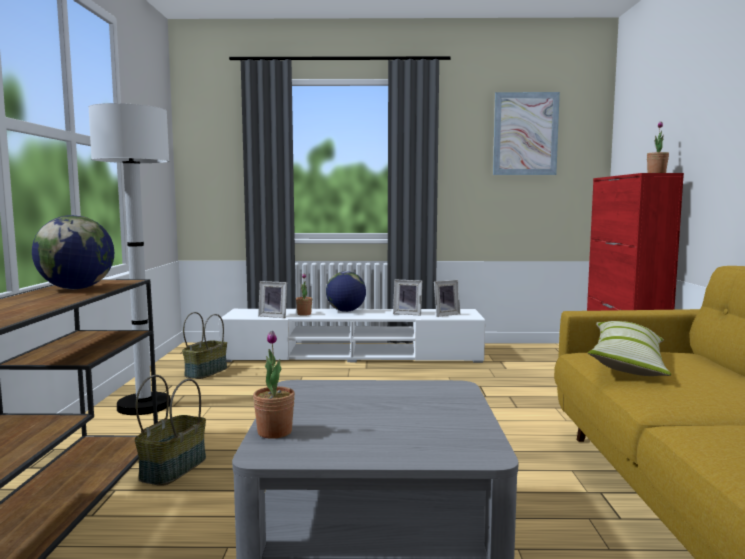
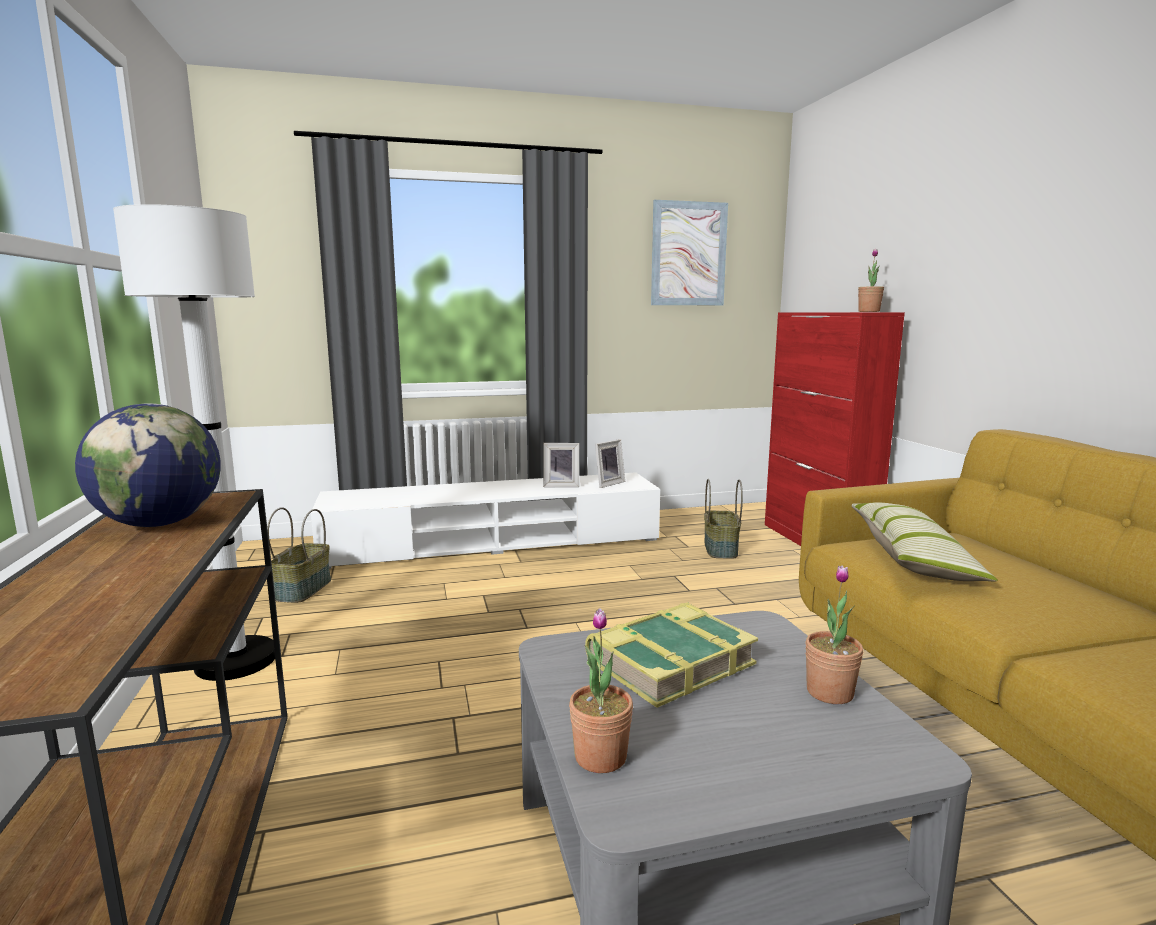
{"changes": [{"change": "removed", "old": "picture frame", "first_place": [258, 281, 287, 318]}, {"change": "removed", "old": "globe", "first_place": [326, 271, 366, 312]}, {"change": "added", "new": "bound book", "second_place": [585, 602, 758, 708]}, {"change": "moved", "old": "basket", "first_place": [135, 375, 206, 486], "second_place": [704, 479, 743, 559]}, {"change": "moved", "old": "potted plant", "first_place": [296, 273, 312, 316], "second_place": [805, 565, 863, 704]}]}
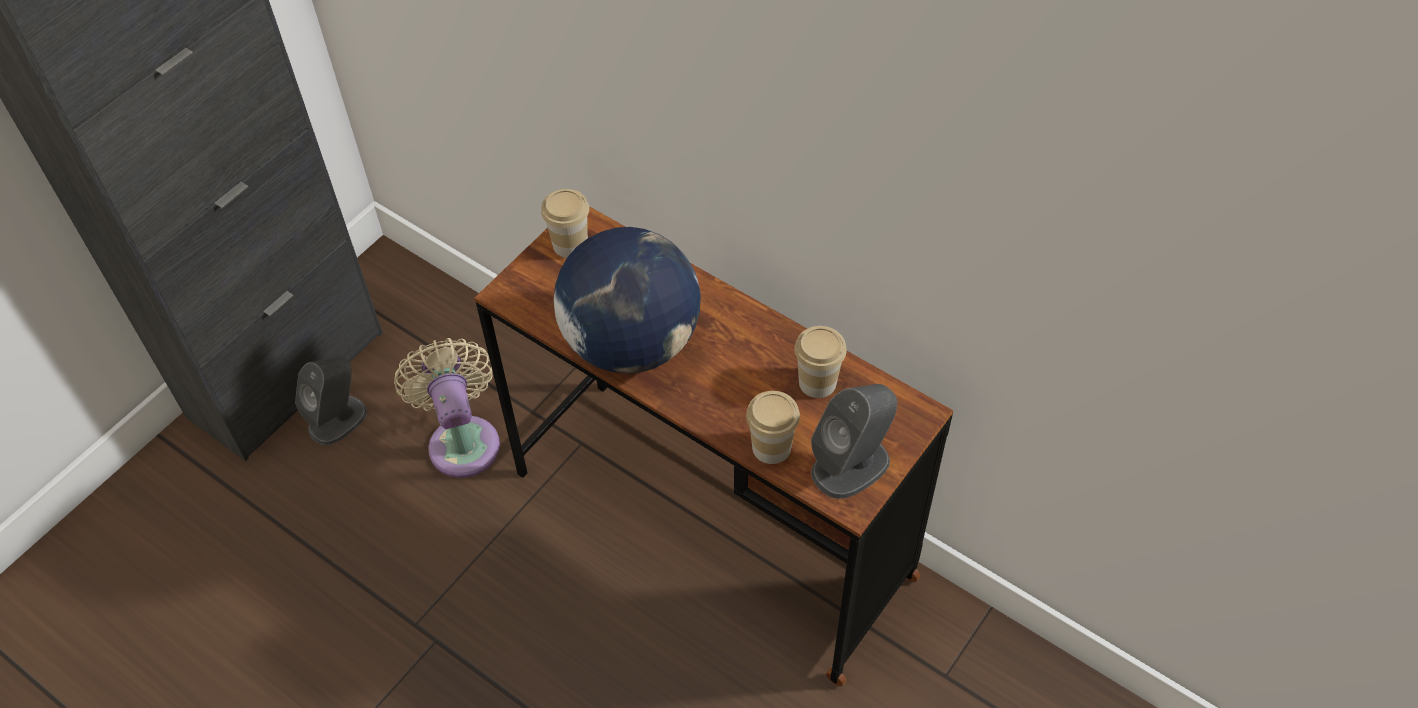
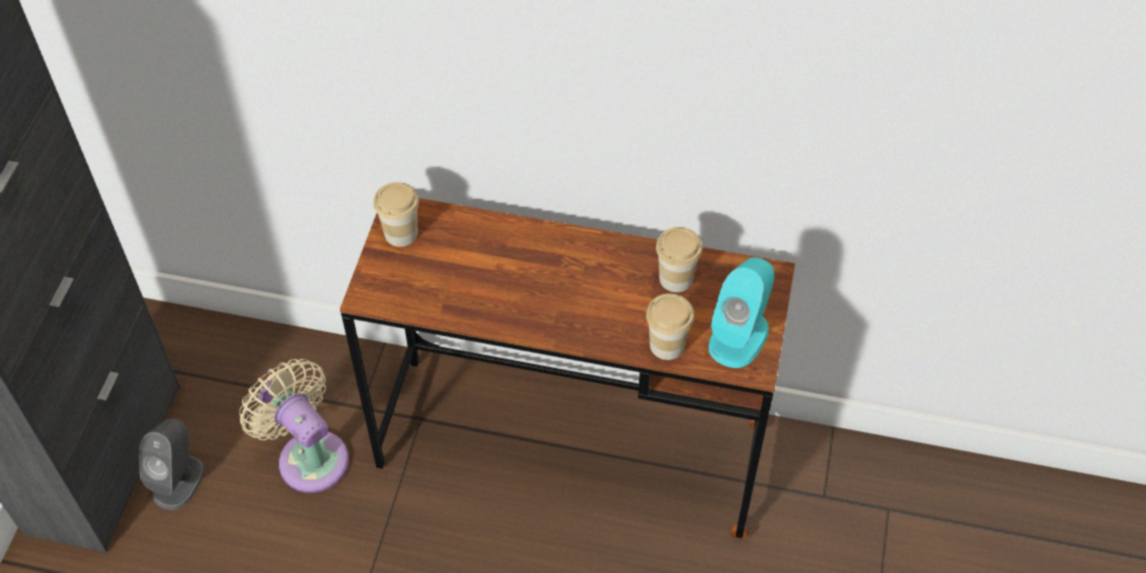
{"changes": [{"change": "removed", "old": "globe", "first_place": [554, 227, 701, 374]}, {"change": "recoloured", "old": "speaker/gray", "new": "speaker/turquoise-coloured", "first_place": [811, 384, 897, 499], "second_place": [709, 257, 774, 368]}]}
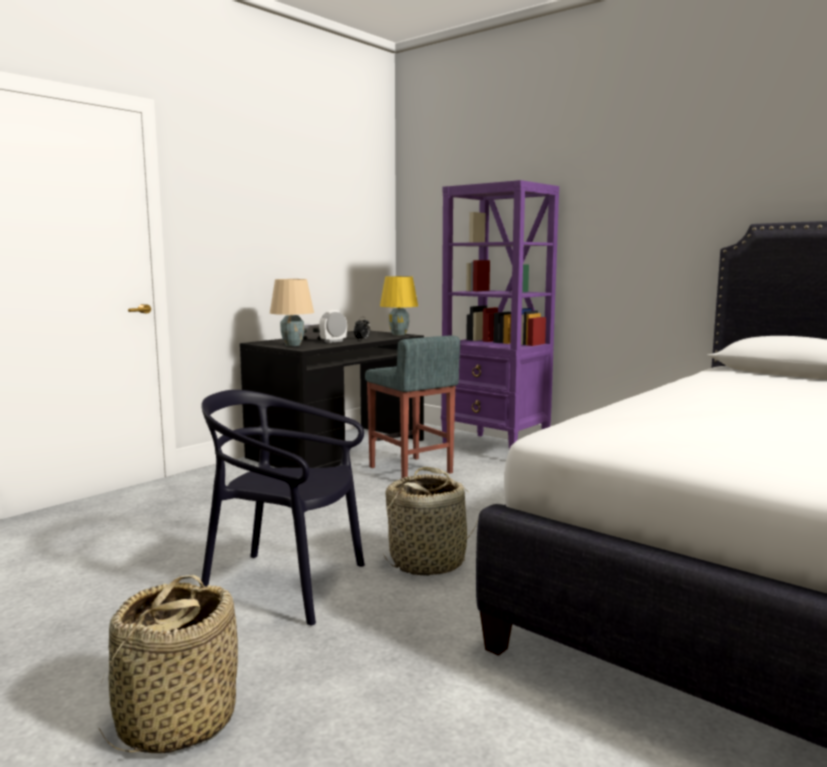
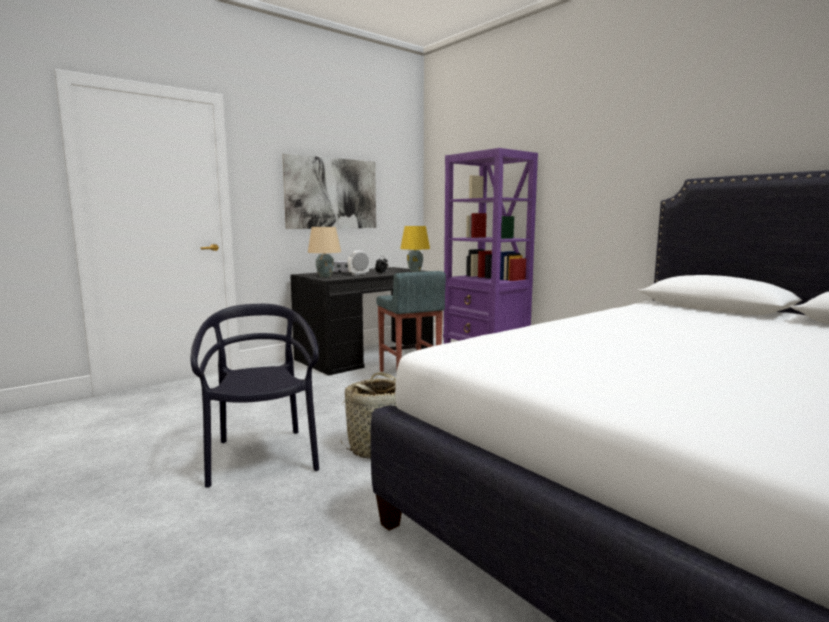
{"changes": [{"change": "removed", "old": "basket", "first_place": [98, 574, 238, 753]}, {"change": "added", "new": "wall picture", "second_place": [282, 154, 376, 229]}, {"change": "turned", "old": "upright chair/black", "first_place": [201, 390, 365, 625], "second_place": [190, 304, 319, 488], "degrees": 45}]}
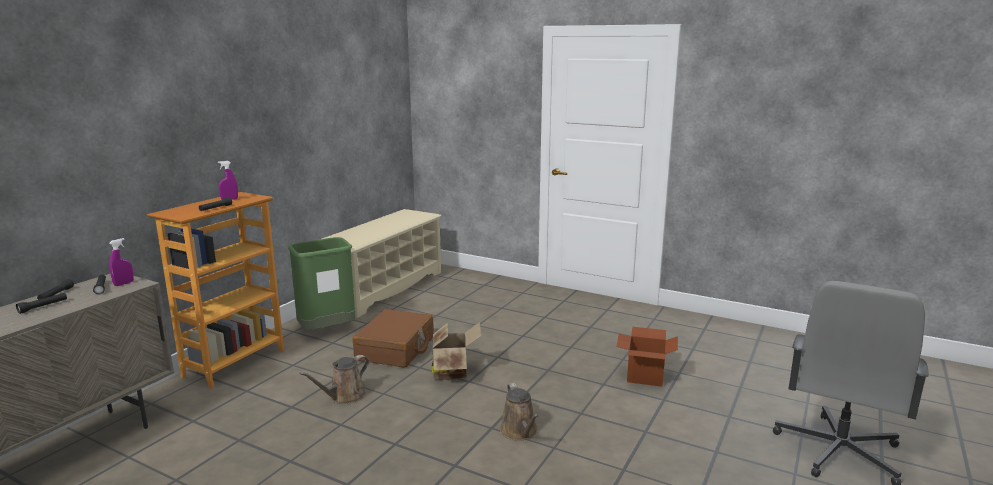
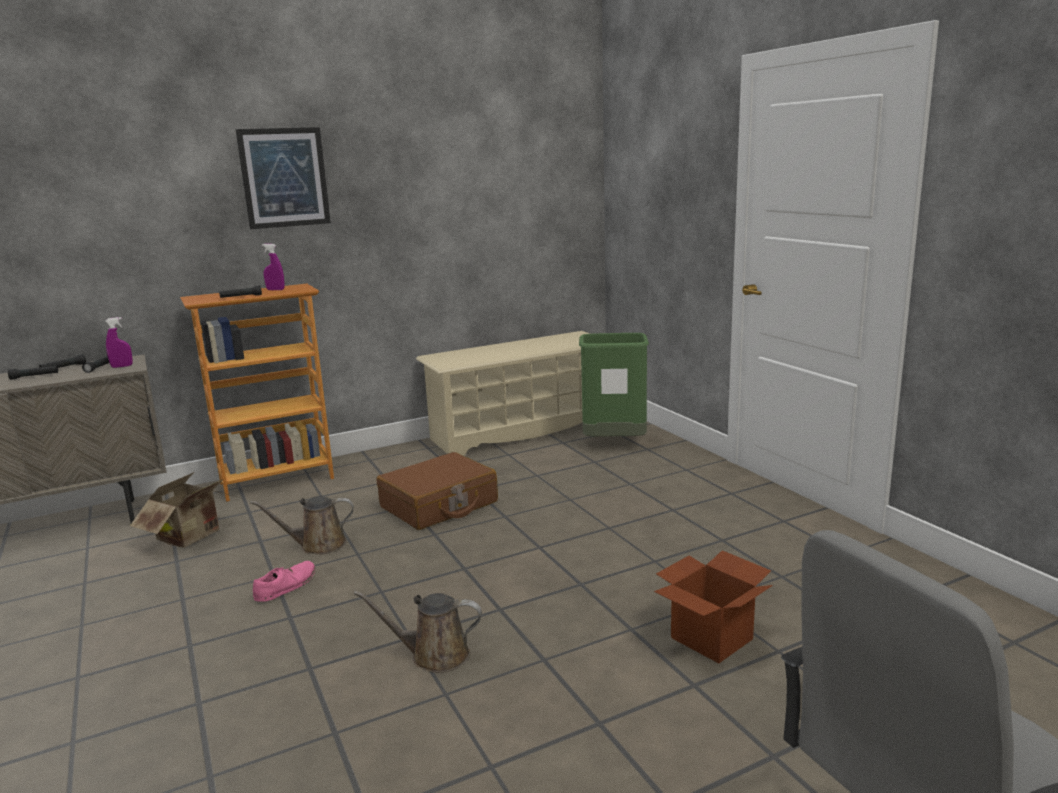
{"changes": [{"change": "added", "new": "wall picture", "second_place": [235, 127, 331, 229]}, {"change": "added", "new": "low shoe/pink-coloured", "second_place": [253, 561, 316, 602]}, {"change": "moved", "old": "rubbish bin/greenish", "first_place": [288, 237, 356, 330], "second_place": [579, 333, 649, 437]}, {"change": "moved", "old": "carton", "first_place": [432, 322, 482, 380], "second_place": [130, 472, 232, 548]}, {"change": "turned", "old": "watering can/brownish", "first_place": [500, 383, 539, 441], "second_place": [353, 591, 482, 673], "degrees": 75}]}
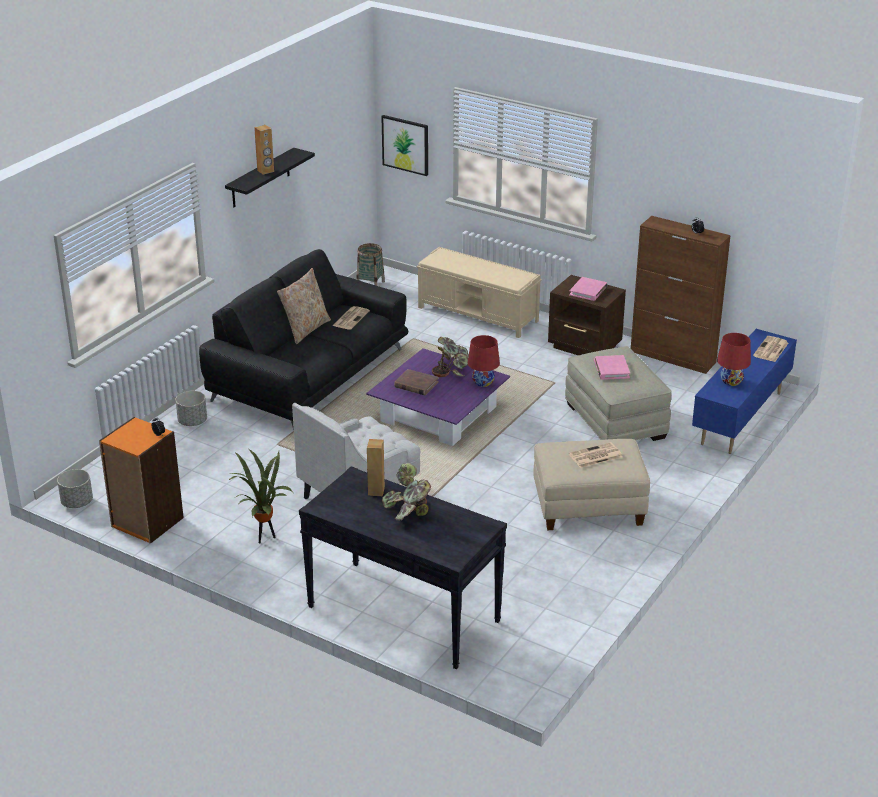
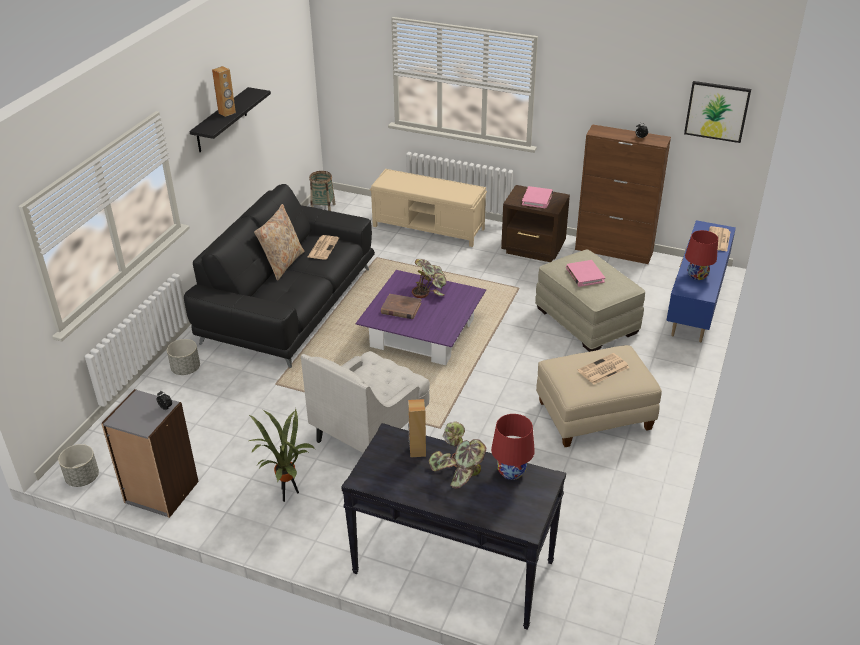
{"changes": [{"change": "moved", "old": "wall picture", "first_place": [381, 115, 428, 176], "second_place": [684, 81, 751, 143]}, {"change": "moved", "old": "table lamp/reddish", "first_place": [468, 335, 500, 387], "second_place": [491, 414, 535, 480]}, {"change": "recoloured", "old": "bookshelf/orange-coloured", "new": "bookshelf/gray", "first_place": [99, 417, 184, 544], "second_place": [101, 389, 199, 518]}]}
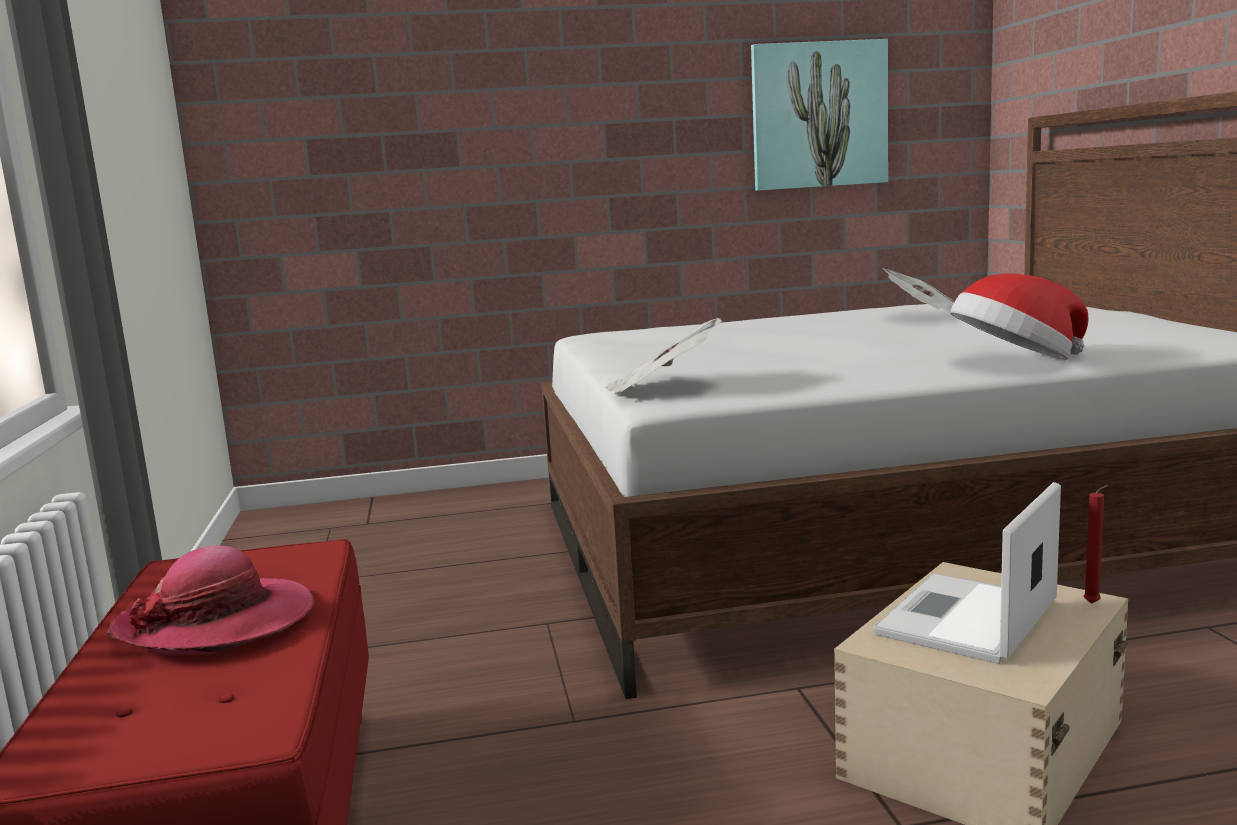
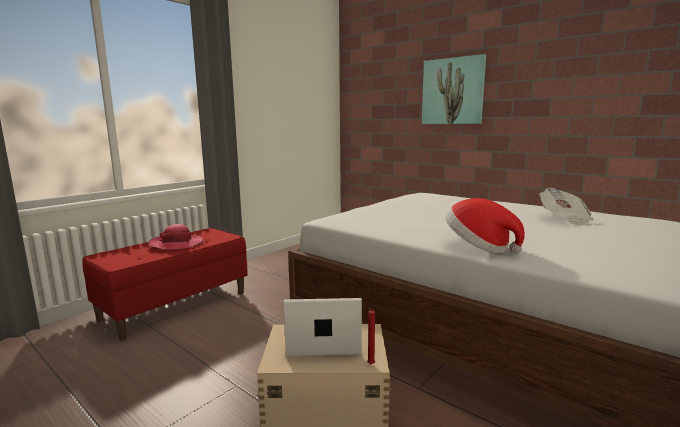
{"changes": [{"change": "removed", "old": "newspaper", "first_place": [605, 318, 722, 393]}, {"change": "moved", "old": "wall picture", "first_place": [751, 39, 888, 191], "second_place": [422, 54, 486, 124]}]}
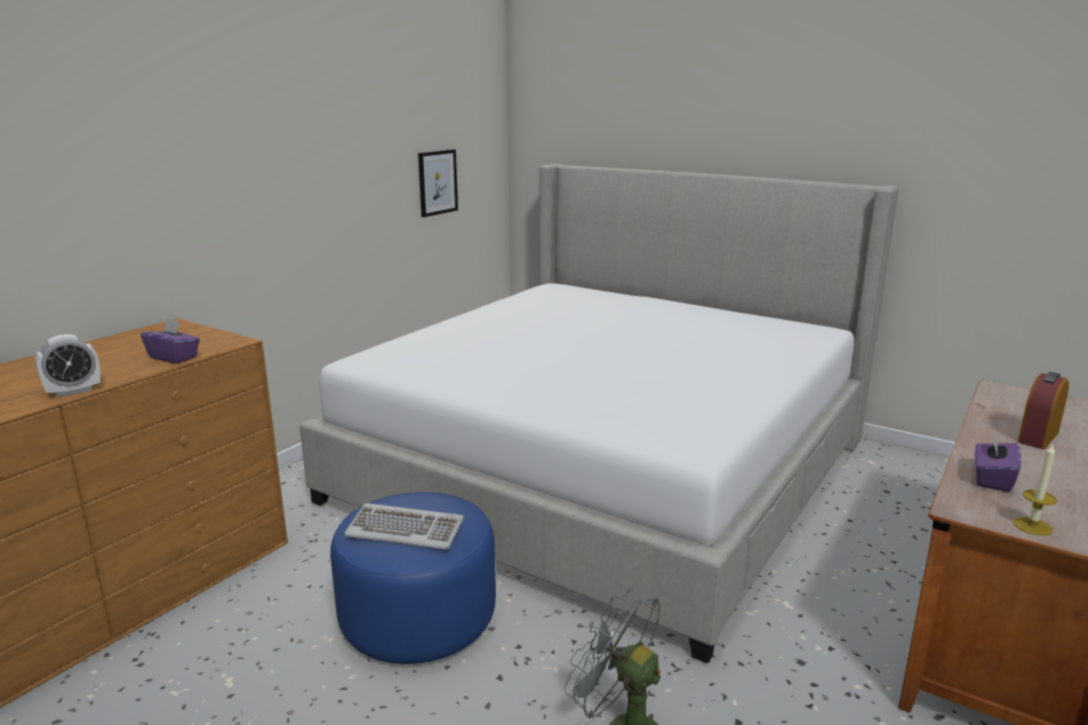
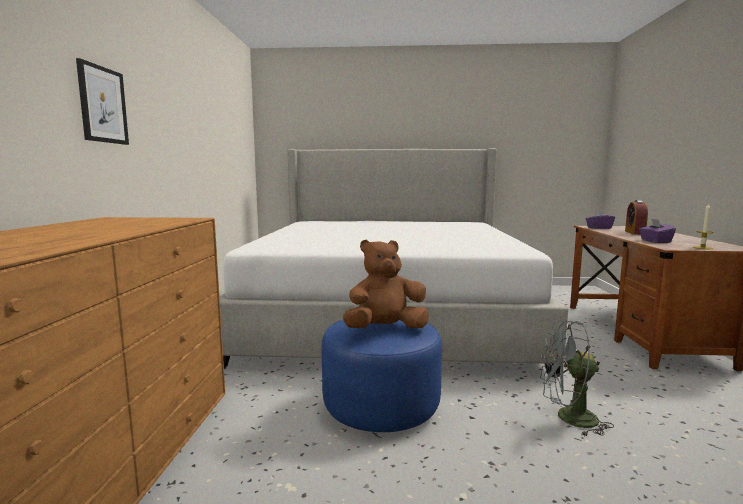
{"changes": [{"change": "removed", "old": "bedside clock", "first_place": [35, 334, 100, 397]}, {"change": "moved", "old": "tissue holder/purple", "first_place": [141, 318, 200, 364], "second_place": [586, 210, 615, 229]}, {"change": "moved", "old": "wall picture", "first_place": [418, 149, 458, 217], "second_place": [76, 58, 129, 145]}, {"change": "replaced", "old": "PC keyboard", "new": "cuddly toy/brownish", "first_place": [344, 503, 464, 550], "second_place": [343, 240, 429, 328]}]}
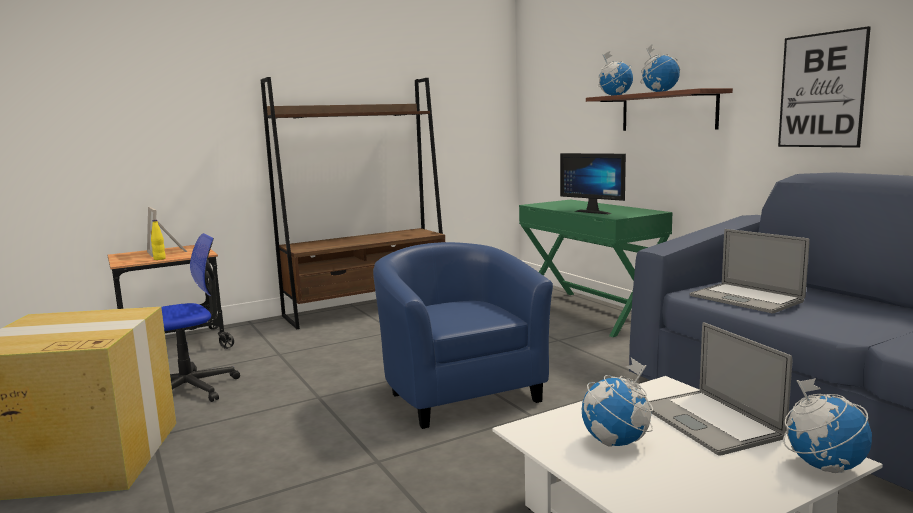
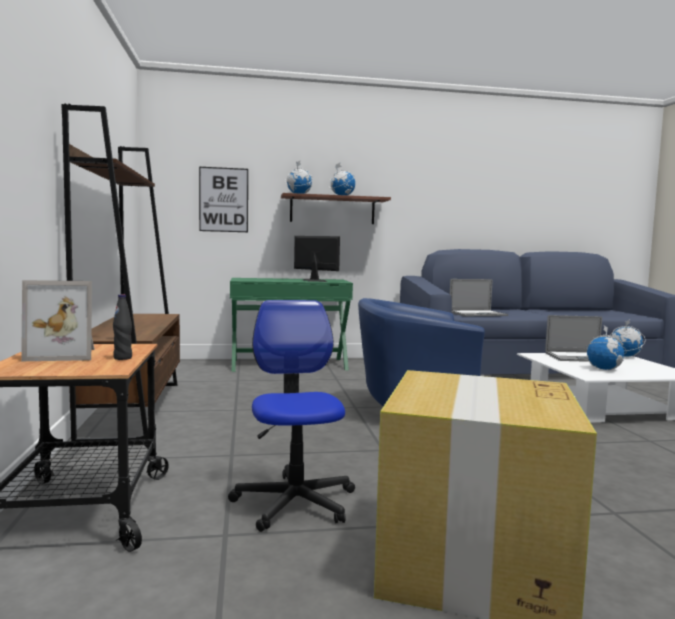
{"changes": [{"change": "moved", "old": "wall picture", "first_place": [778, 26, 871, 148], "second_place": [199, 167, 248, 232]}, {"change": "recoloured", "old": "beverage bottle/yellowish", "new": "beverage bottle/black", "first_place": [151, 220, 166, 260], "second_place": [113, 294, 132, 360]}, {"change": "turned", "old": "computer display", "first_place": [560, 153, 626, 214], "second_place": [294, 236, 340, 282], "degrees": -120}]}
